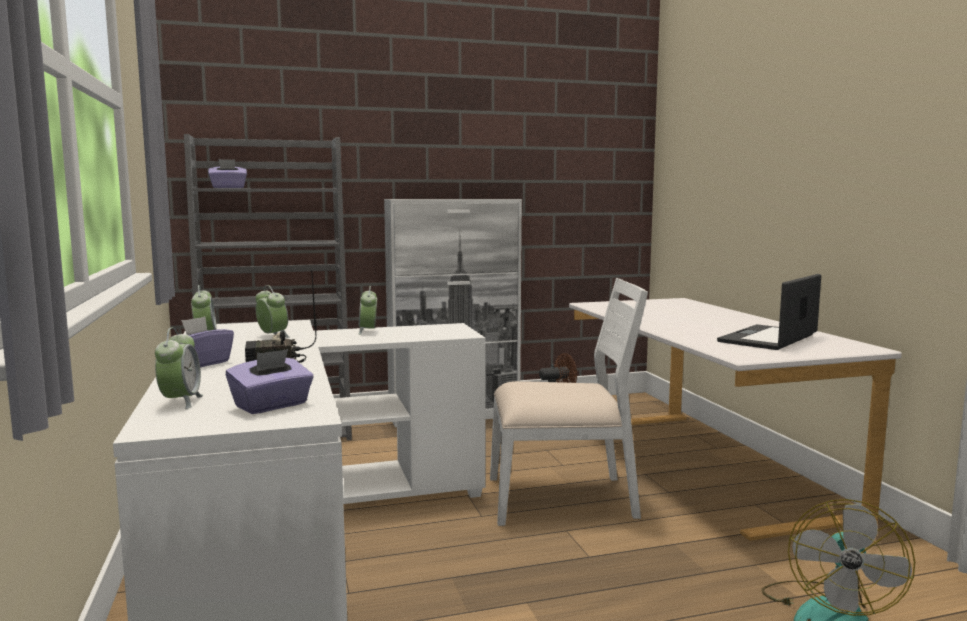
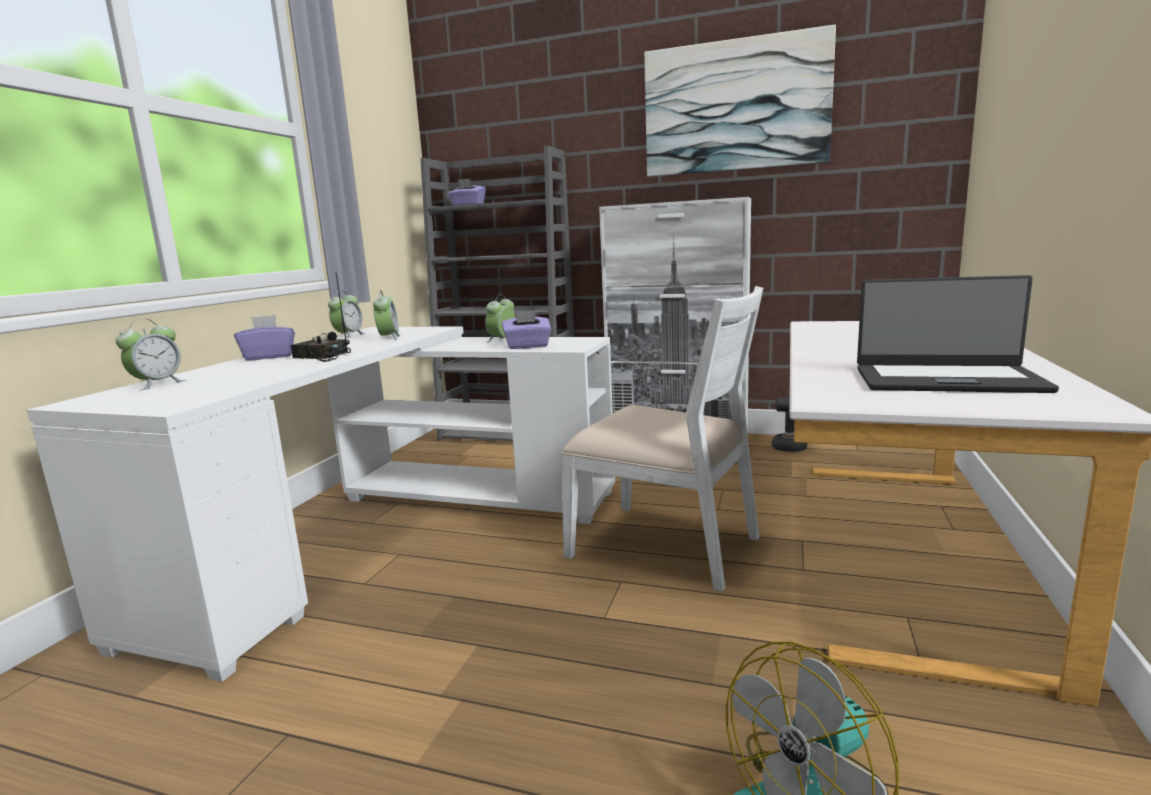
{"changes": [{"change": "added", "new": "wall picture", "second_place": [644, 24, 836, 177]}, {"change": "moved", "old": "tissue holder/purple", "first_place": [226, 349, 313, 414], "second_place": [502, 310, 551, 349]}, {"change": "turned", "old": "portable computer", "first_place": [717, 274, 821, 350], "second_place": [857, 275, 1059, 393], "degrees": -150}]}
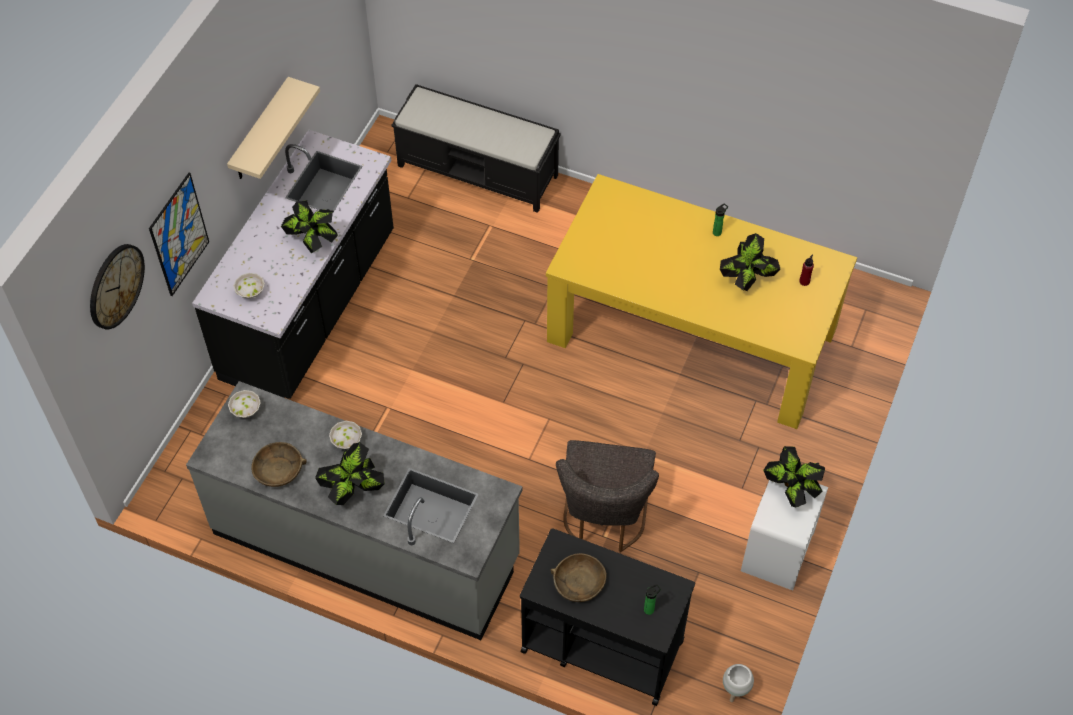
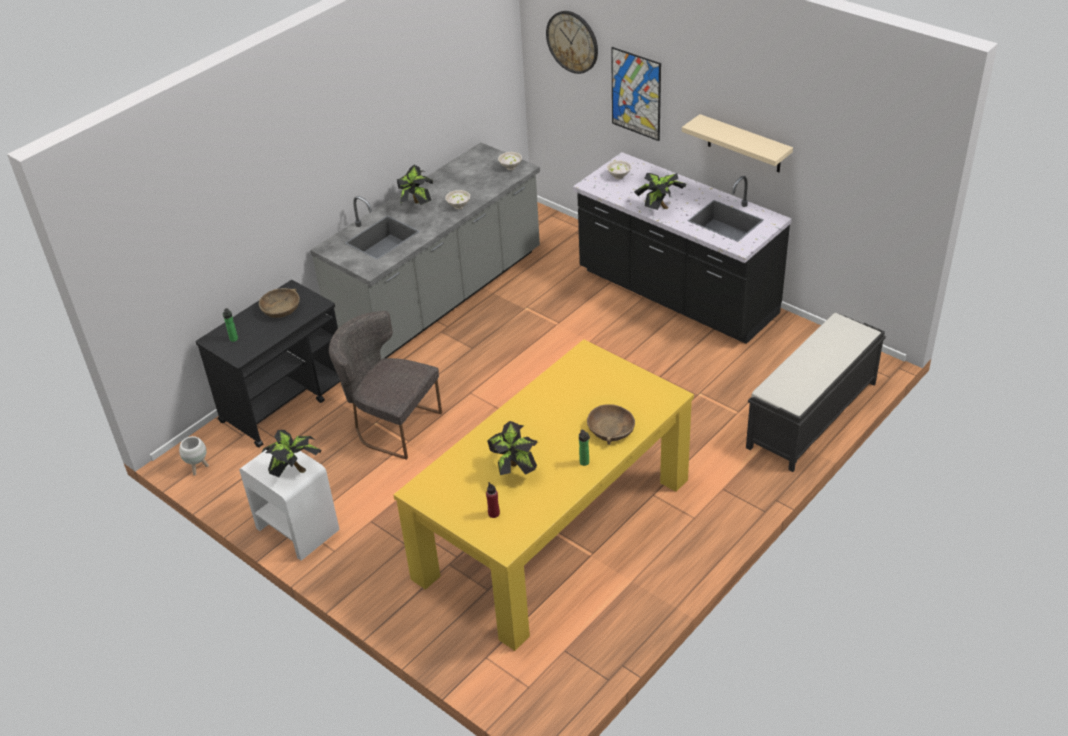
{"changes": [{"change": "moved", "old": "bowl/brownish", "first_place": [251, 442, 307, 487], "second_place": [587, 404, 635, 445]}]}
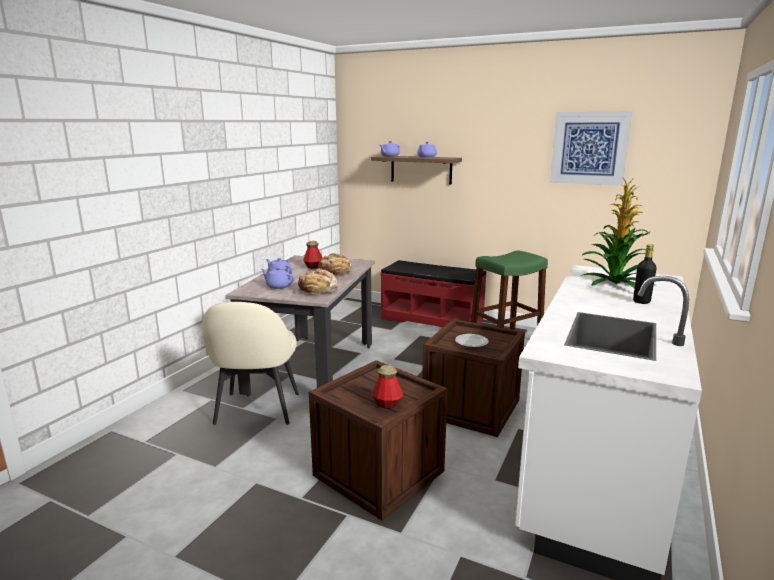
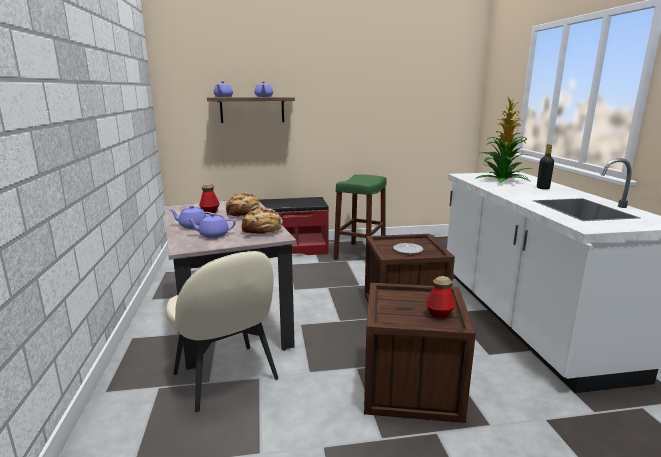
{"changes": [{"change": "removed", "old": "wall picture", "first_place": [550, 112, 632, 186]}]}
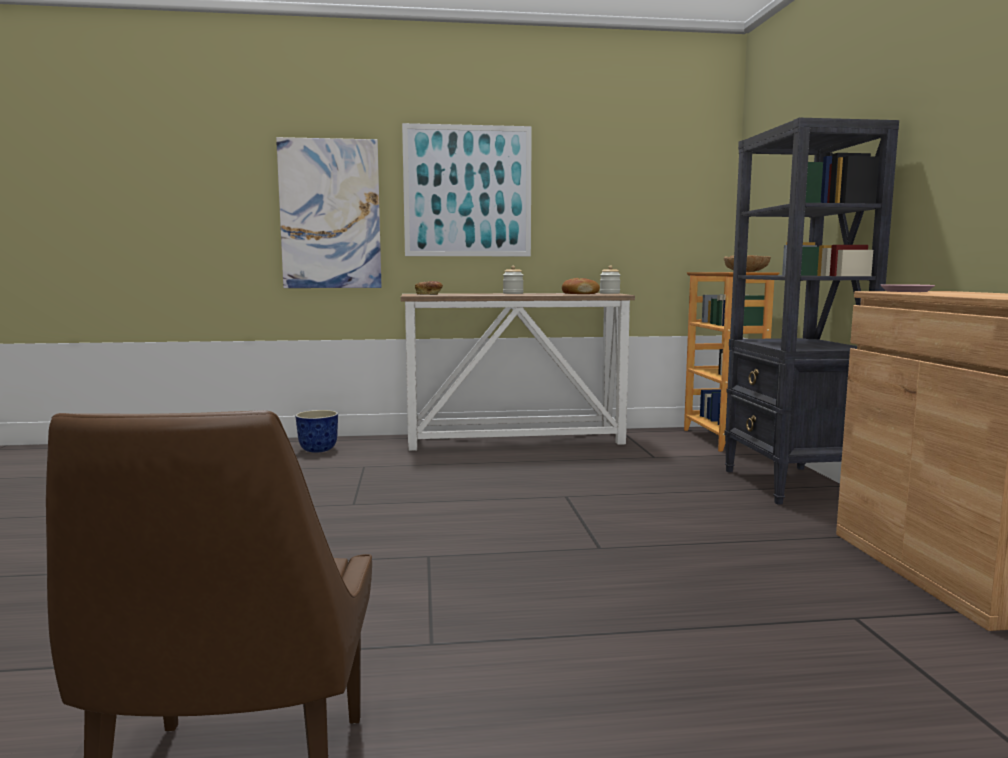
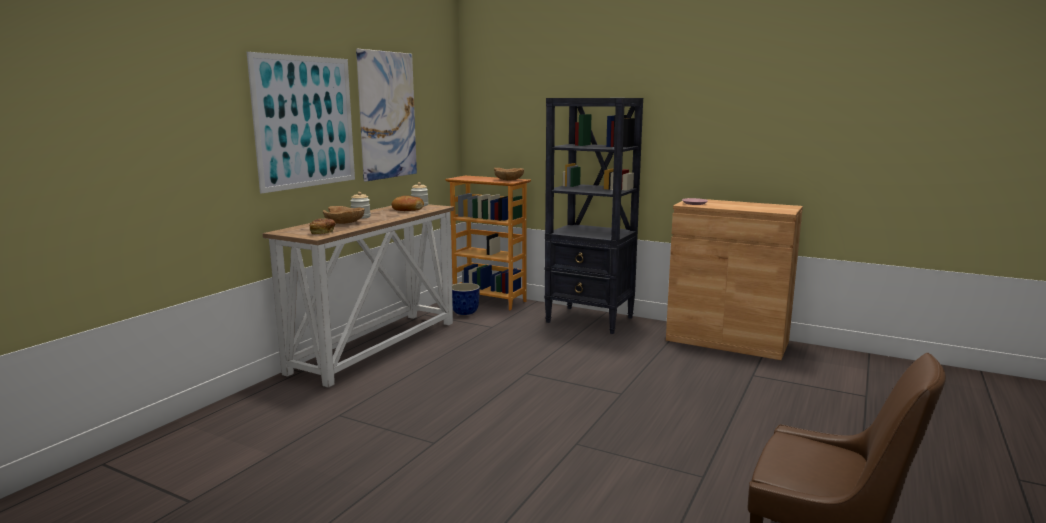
{"changes": [{"change": "added", "new": "bowl/brownish", "second_place": [323, 206, 365, 224]}, {"change": "moved", "old": "wall picture", "first_place": [276, 137, 382, 288], "second_place": [356, 49, 417, 182]}, {"change": "moved", "old": "plant pot", "first_place": [295, 410, 338, 453], "second_place": [452, 283, 480, 315]}]}
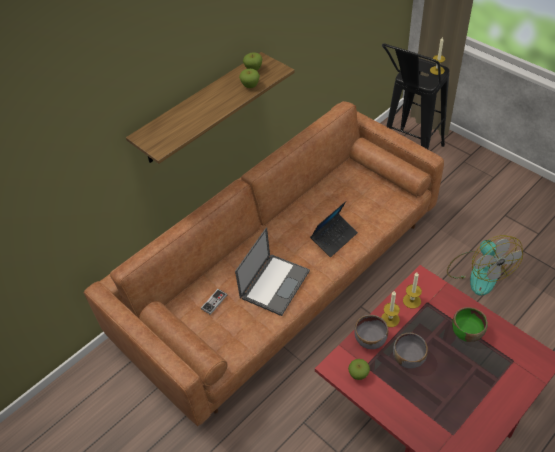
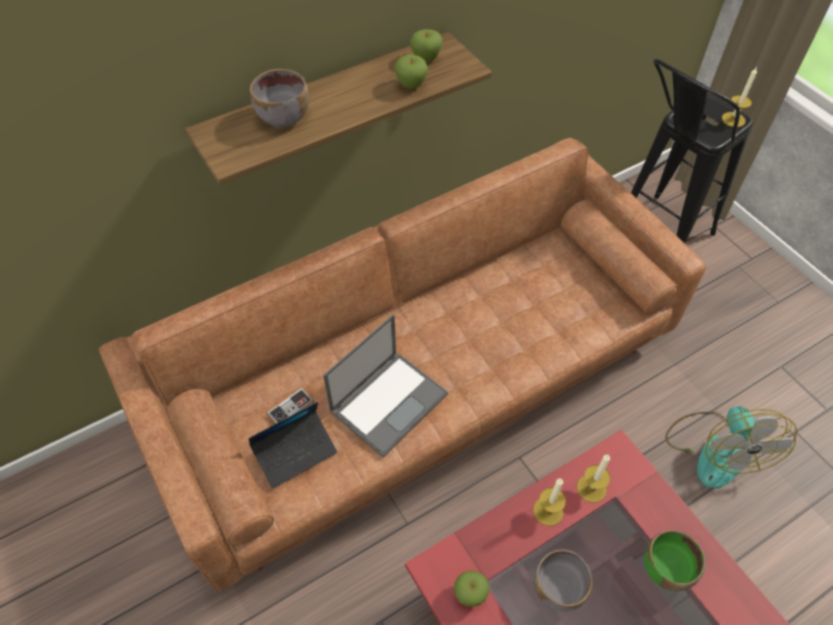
{"changes": [{"change": "moved", "old": "portable computer", "first_place": [310, 201, 358, 257], "second_place": [249, 402, 337, 488]}, {"change": "moved", "old": "bowl/gray", "first_place": [354, 315, 388, 349], "second_place": [250, 69, 309, 128]}]}
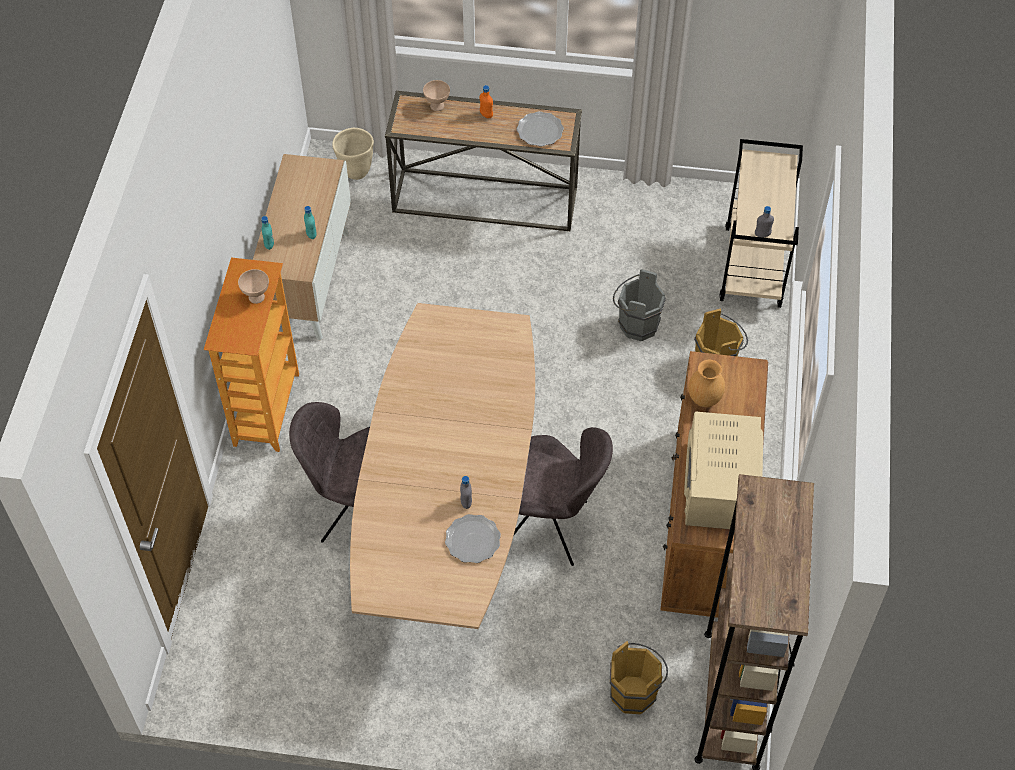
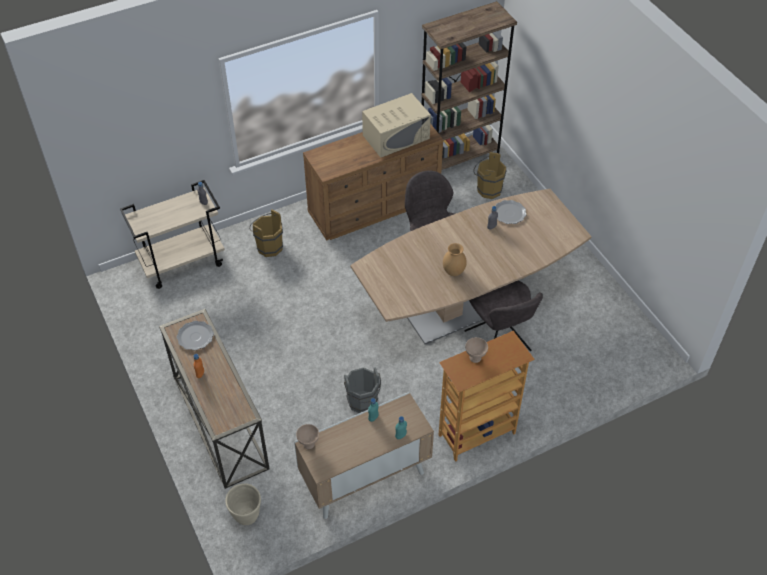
{"changes": [{"change": "moved", "old": "bowl/beige", "first_place": [423, 80, 450, 111], "second_place": [296, 424, 319, 449]}, {"change": "moved", "old": "pail/gray", "first_place": [613, 269, 666, 341], "second_place": [344, 367, 381, 413]}, {"change": "moved", "old": "flower vase/brownish", "first_place": [688, 360, 725, 407], "second_place": [443, 243, 467, 276]}]}
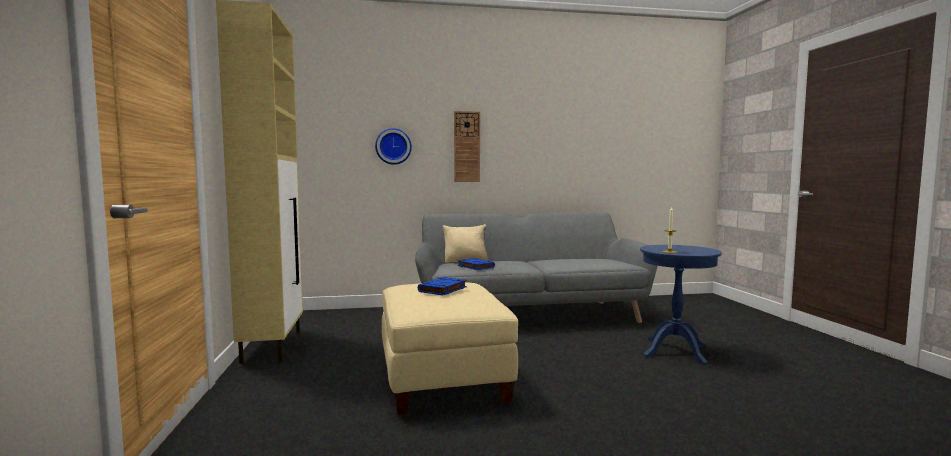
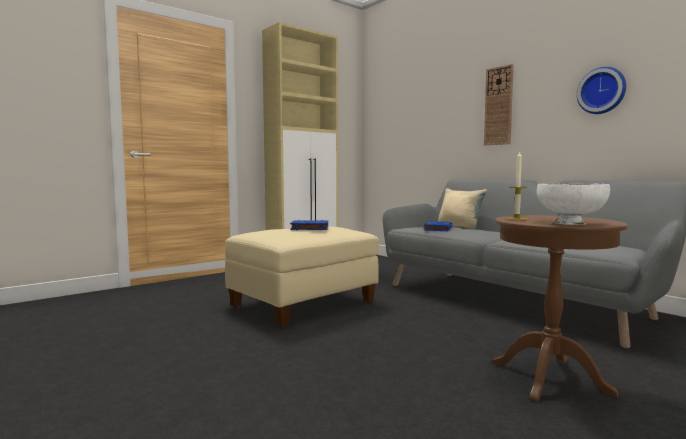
{"changes": [{"change": "added", "new": "bowl/whitish", "second_place": [537, 183, 610, 225]}, {"change": "moved", "old": "clock on the wall", "first_place": [375, 128, 412, 165], "second_place": [577, 67, 626, 114]}, {"change": "recoloured", "old": "side table/bluish", "new": "side table/brownish", "first_place": [640, 245, 722, 365], "second_place": [491, 215, 628, 402]}]}
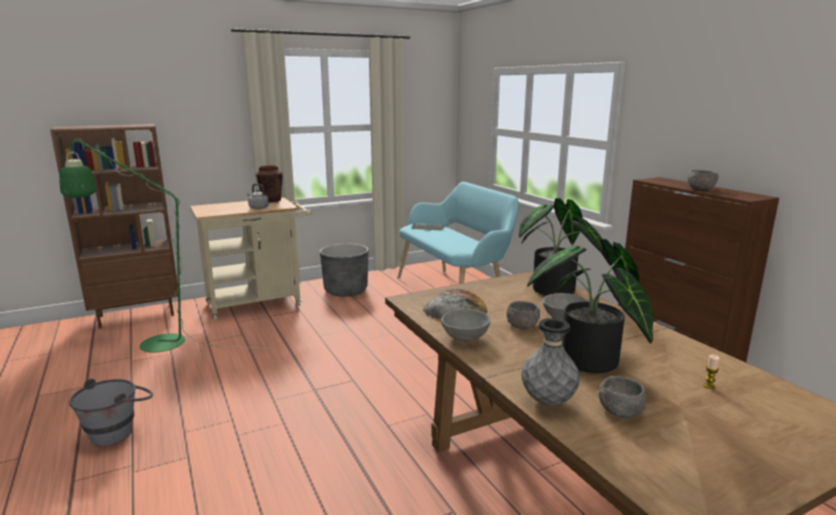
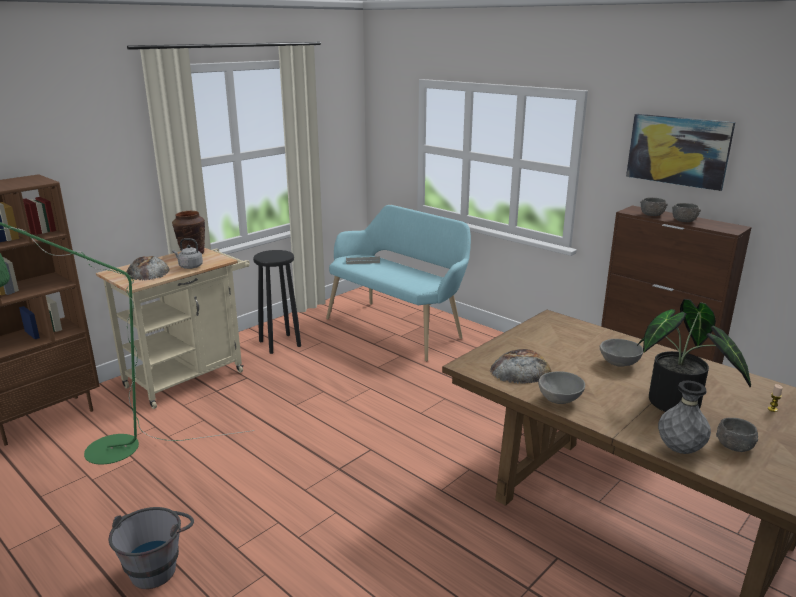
{"changes": [{"change": "removed", "old": "potted plant", "first_place": [519, 198, 610, 296]}, {"change": "added", "new": "bakery bread", "second_place": [127, 256, 169, 280]}, {"change": "added", "new": "wall picture", "second_place": [626, 114, 735, 191]}, {"change": "moved", "old": "bowl/gray", "first_place": [507, 301, 540, 329], "second_place": [640, 198, 668, 216]}, {"change": "replaced", "old": "plant pot/gray", "new": "sitting stool/black", "first_place": [320, 244, 368, 296], "second_place": [253, 250, 301, 354]}]}
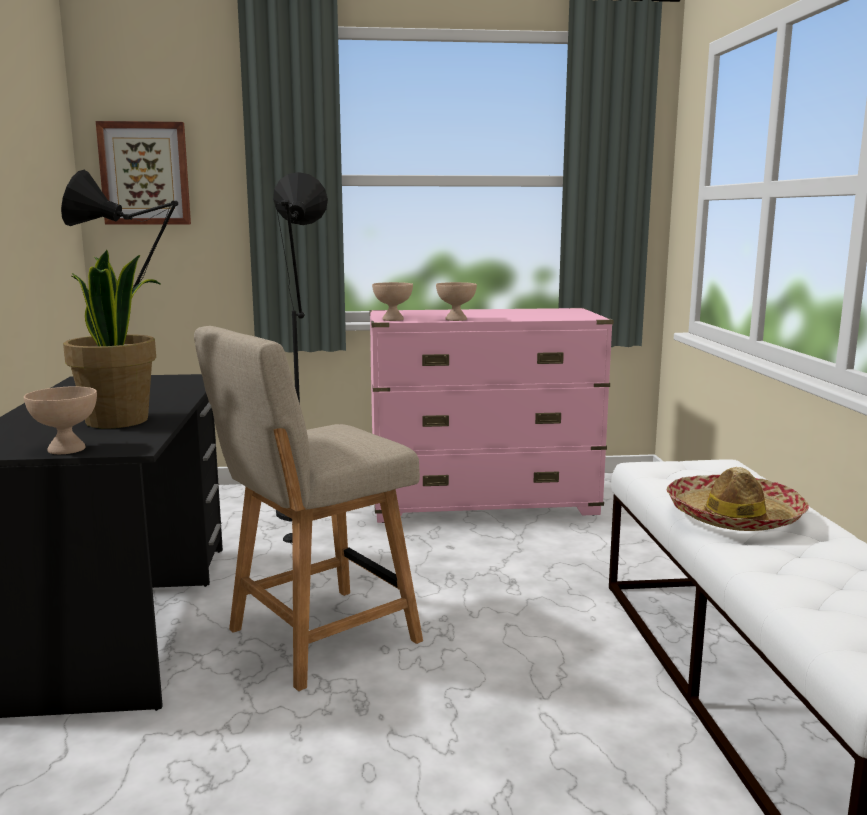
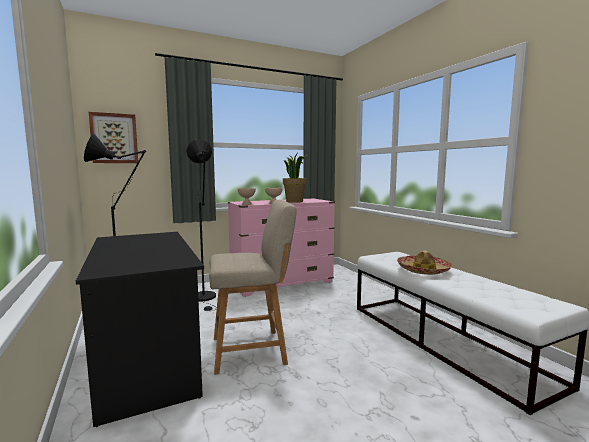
{"changes": [{"change": "removed", "old": "bowl/beige", "first_place": [24, 386, 97, 454]}, {"change": "moved", "old": "potted plant", "first_place": [63, 250, 162, 429], "second_place": [283, 154, 309, 203]}, {"change": "turned", "old": "upright chair/beige", "first_place": [194, 326, 423, 691], "second_place": [209, 200, 297, 374], "degrees": -135}]}
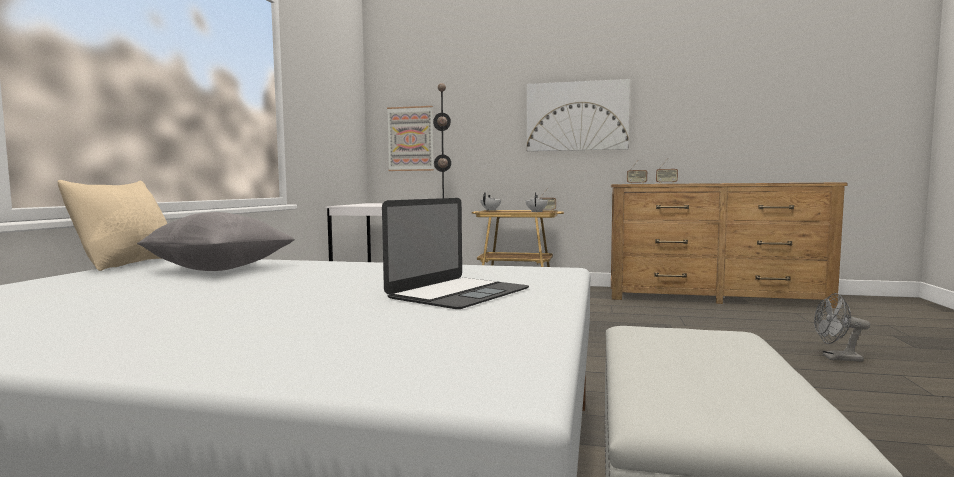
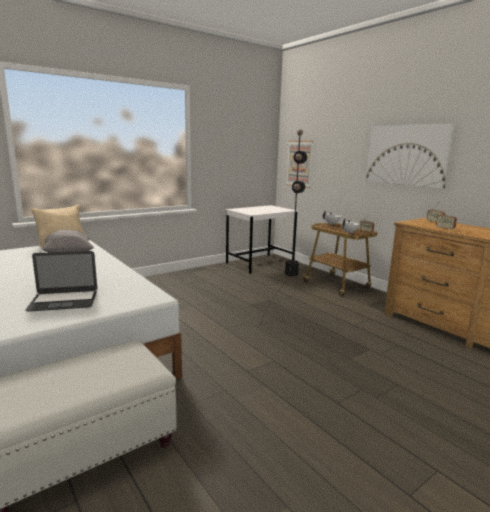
{"changes": [{"change": "removed", "old": "electric fan/gray", "first_place": [814, 293, 870, 362]}]}
